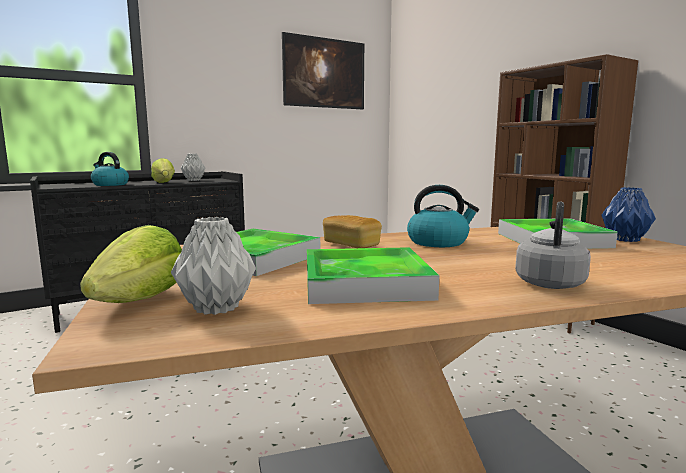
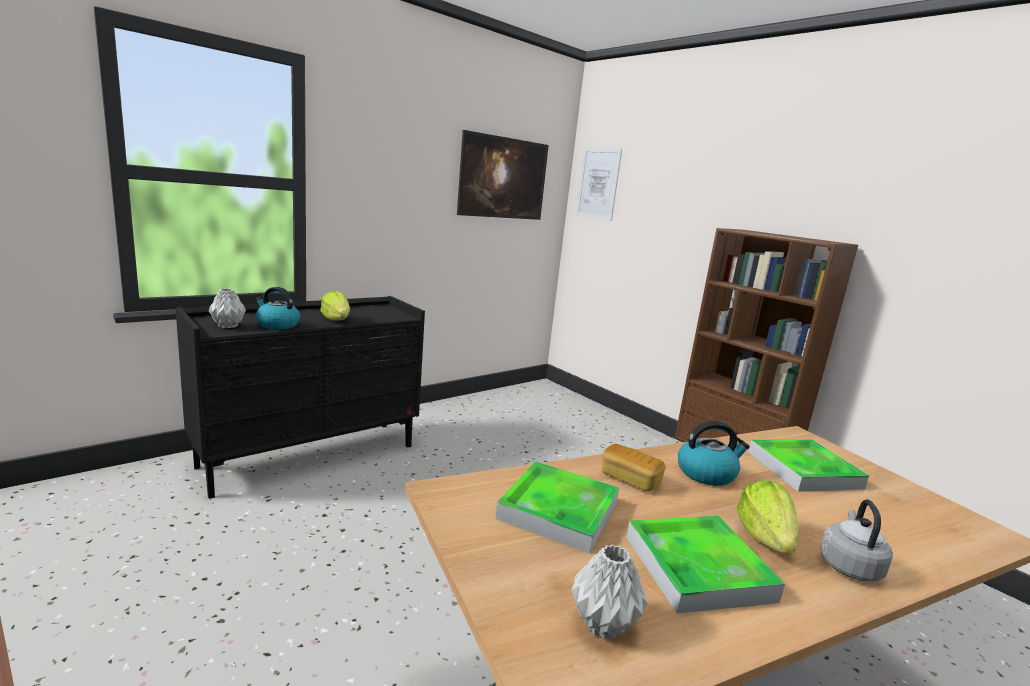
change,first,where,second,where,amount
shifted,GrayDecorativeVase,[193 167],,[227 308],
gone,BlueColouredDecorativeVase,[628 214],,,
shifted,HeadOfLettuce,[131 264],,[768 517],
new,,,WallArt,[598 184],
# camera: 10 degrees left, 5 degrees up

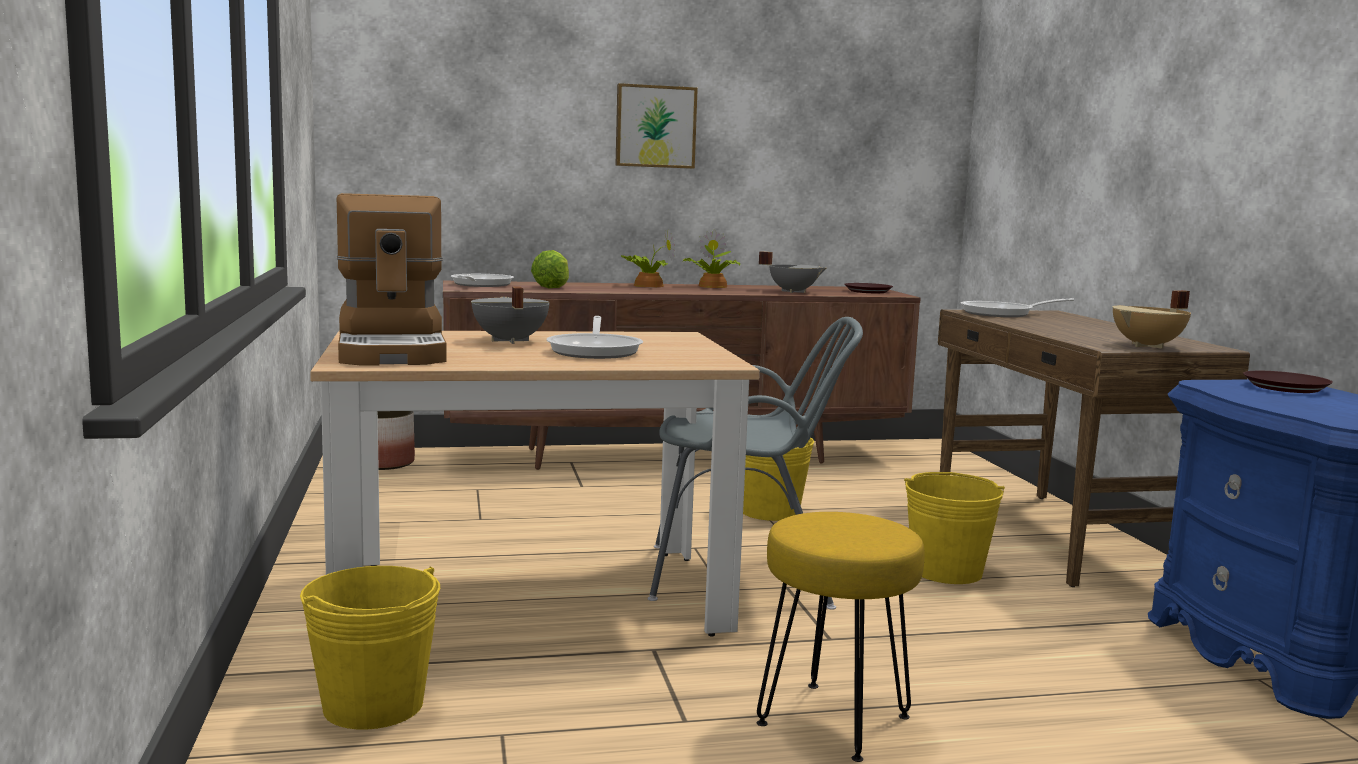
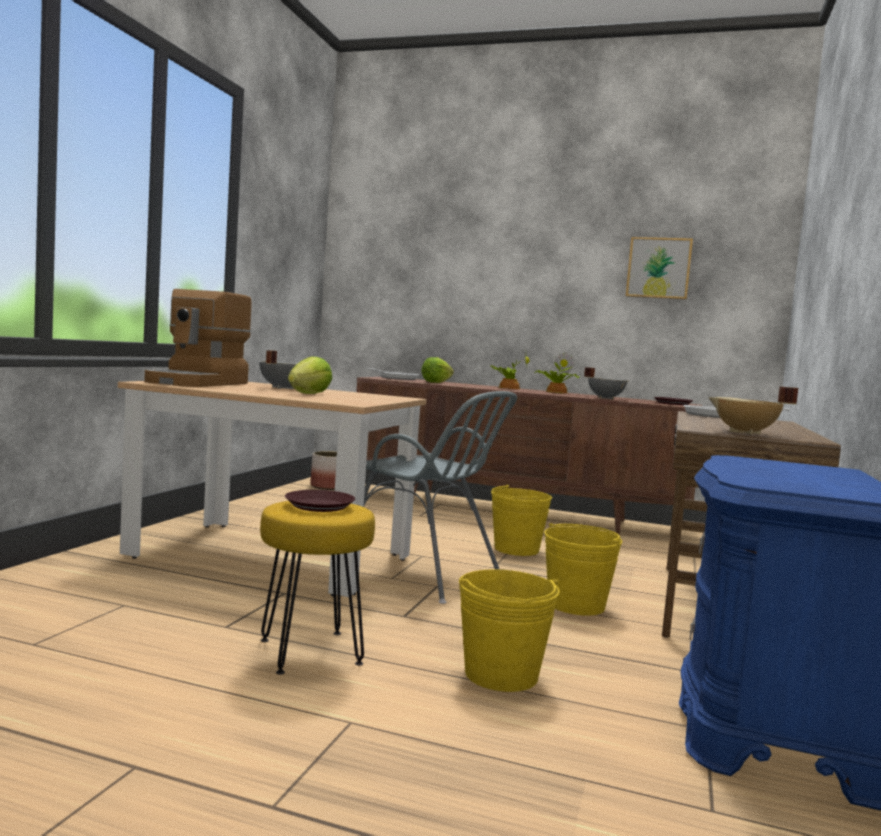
change,first,where,second,where,amount
shifted,WallArt,[656 126],,[659 268],
swapped,Pan,[594 337],HeadOfLettuce,[310 375],
shifted,BrownColouredDinnerPlate,[1288 382],,[320 501],
shifted,YellowBucket,[370 648],,[509 630],
# camera: 30 degrees right, 5 degrees down

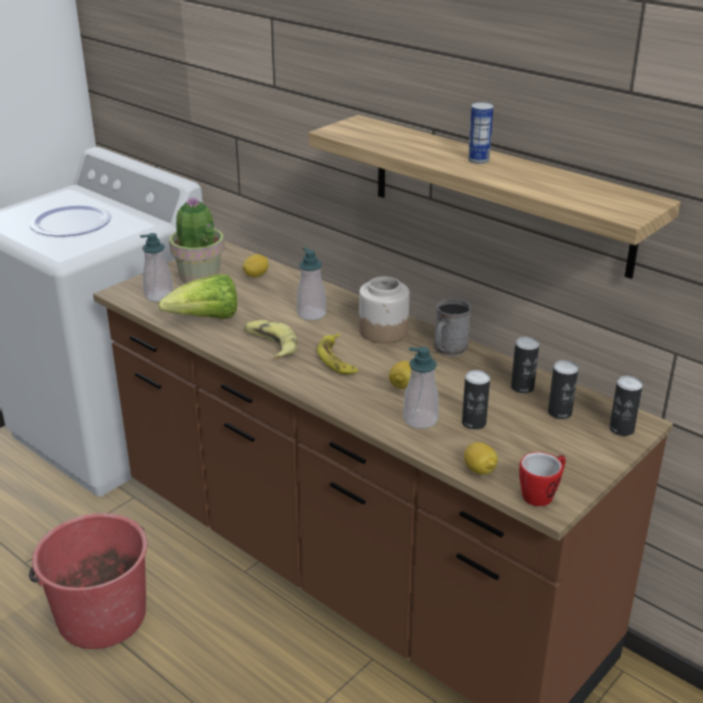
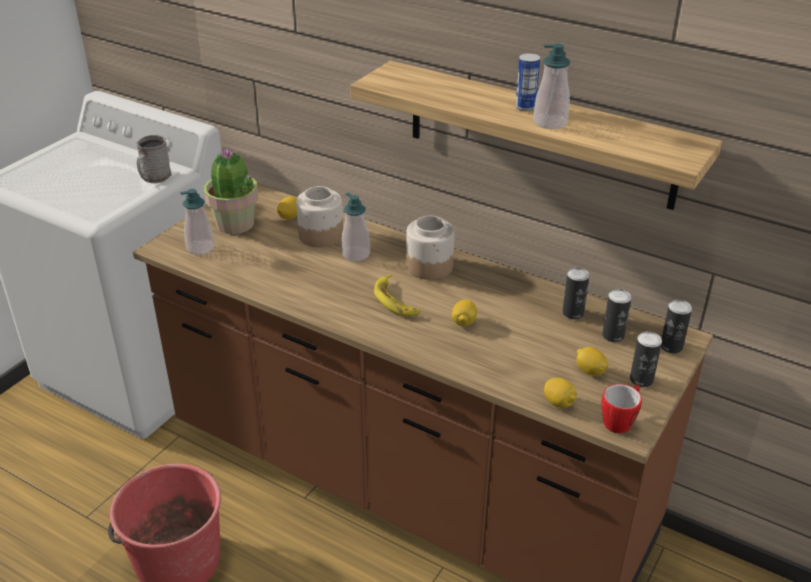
change,first,where,second,where,amount
gone,DinnerPlate,[70 220],,,
gone,HeadOfLettuce,[197 296],,,
shifted,GrayTeaMug,[452 327],,[154 159],
gone,Banana,[270 339],,,
shifted,SoapBottle,[421 388],,[551 86],
shifted,SealedCan,[476 400],,[646 359],
new,,,StorageJar,[319 216],
new,,,WholeLemon,[592 361],
# camera: 10 degrees left, 5 degrees up

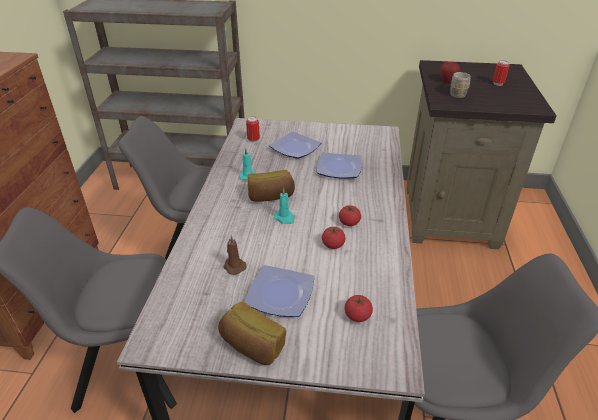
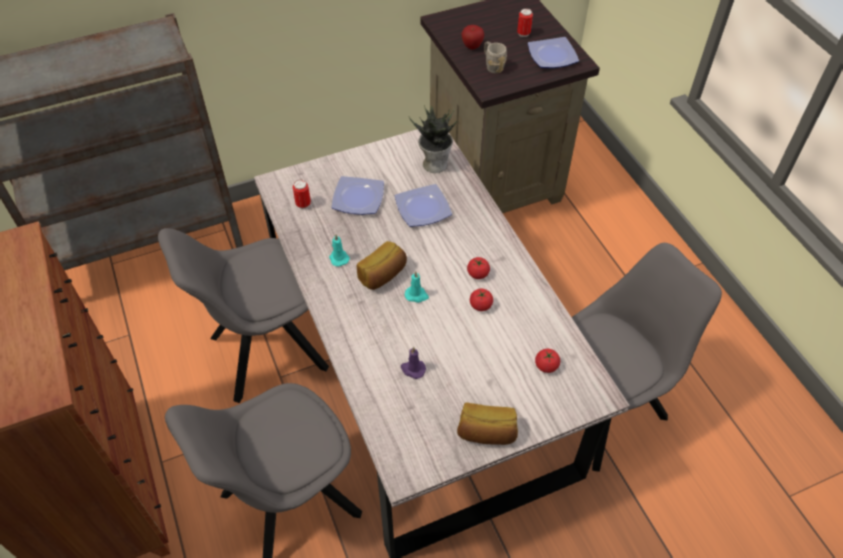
change,first,where,second,where,amount
repainted,BrownColouredWaxCandle,[235 255],PurpleColouredWaxCandle,[413 363],
shifted,DinnerPlate,[280 291],,[553 52],
new,,,PlantInAPot,[433 139],
# camera: 30 degrees left, 15 degrees up

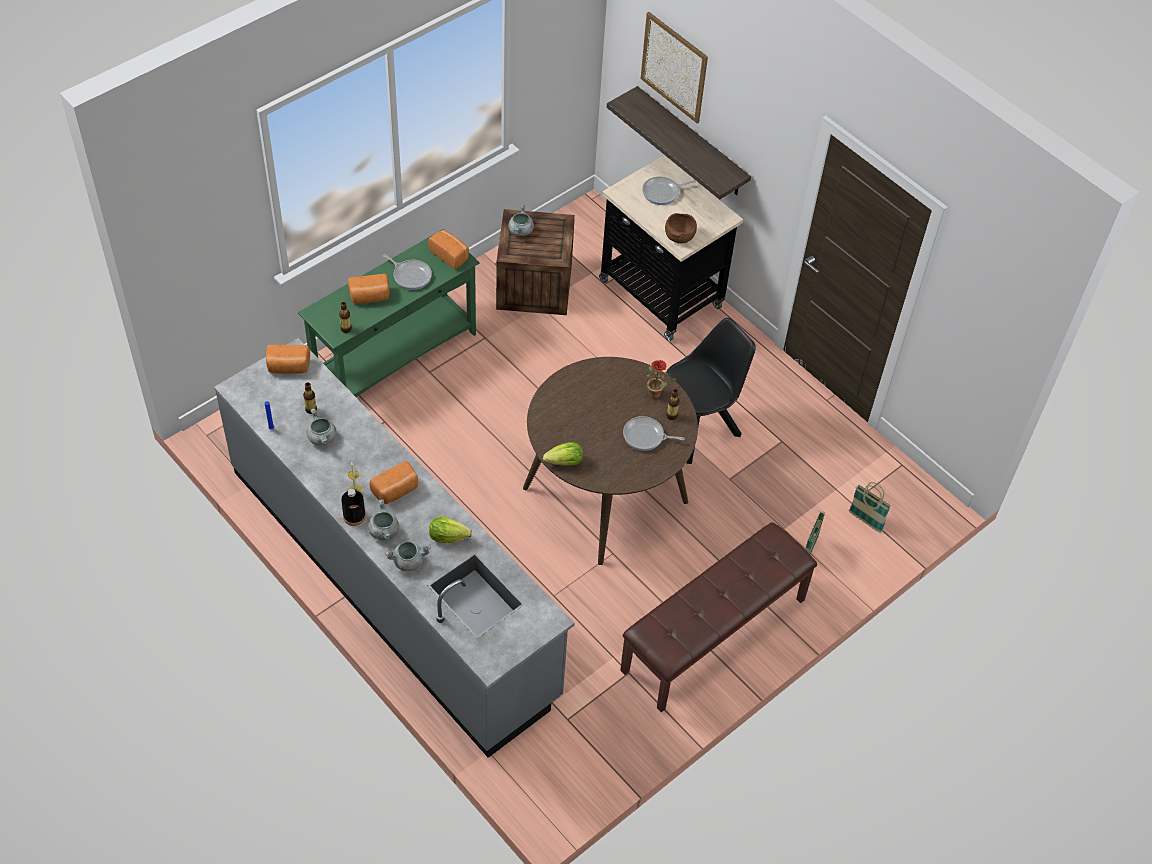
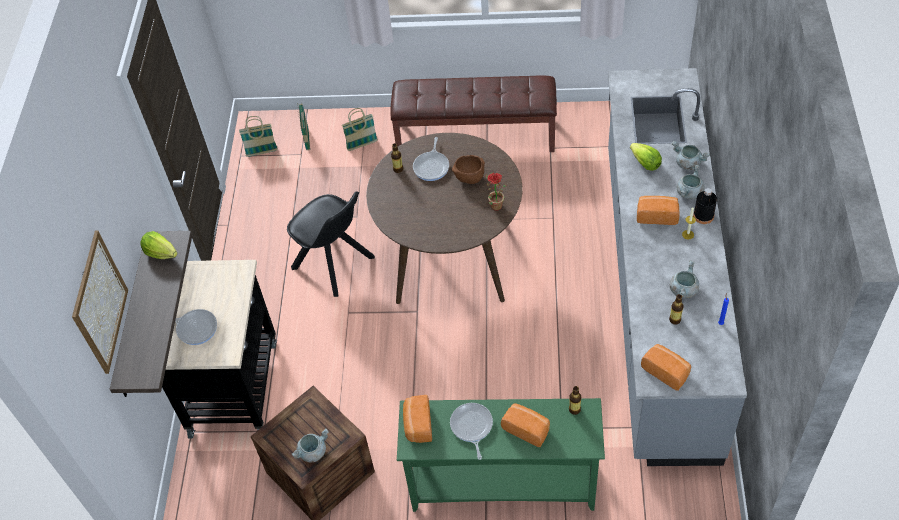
change,first,where,second,where,amount
shifted,BrownColouredBowl,[681 228],,[468 169],
rotated,BlackChair,[711 391],,[331 244],150 degrees counterclockwise
shifted,PlantInAPot,[661 379],,[496 192],
rotated,Pan,[654 433],,[431 159],45 degrees clockwise
shifted,HeadOfLettuce,[563 454],,[158 245],
new,,,HouseholdBasket,[258 136],
# camera: 130 degrees left, 0 degrees up

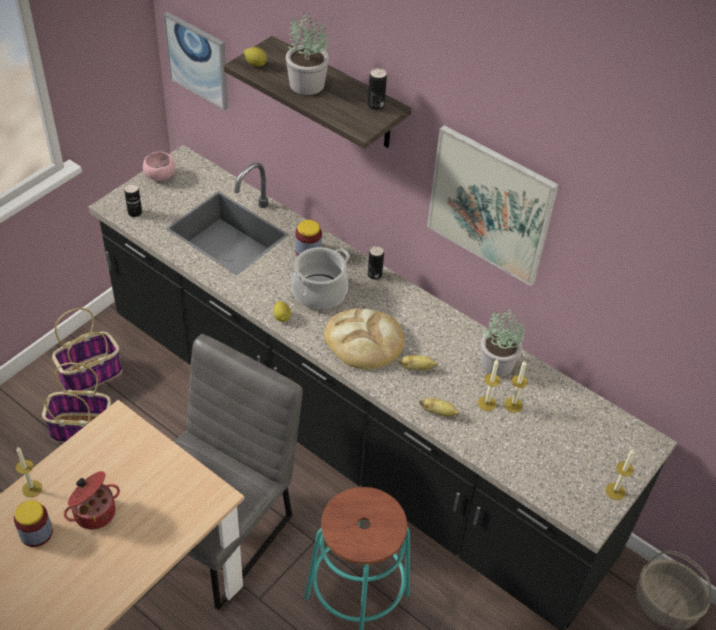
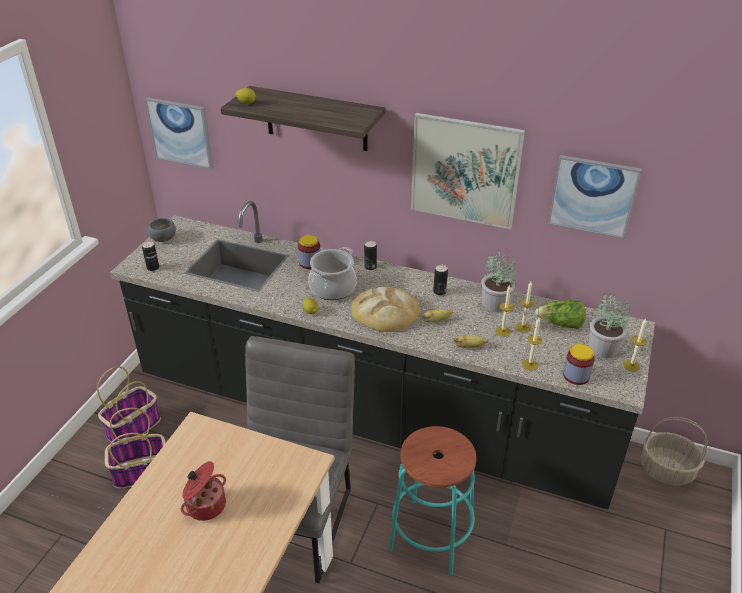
change,first,where,second,where,amount
shifted,PlantInAPot,[307 54],,[610 326],
shifted,SealedCan,[377 89],,[440 280],
repainted,PinkishBowl,[159 166],GrayBowl,[162 230],
shifted,WaxCandle,[29 471],,[532 344],
shifted,StorageJar,[33 523],,[579 364],
new,,,WallArt,[595 197],
new,,,HeadOfLettuce,[560 314],
# camera: 15 degrees left, 10 degrees down

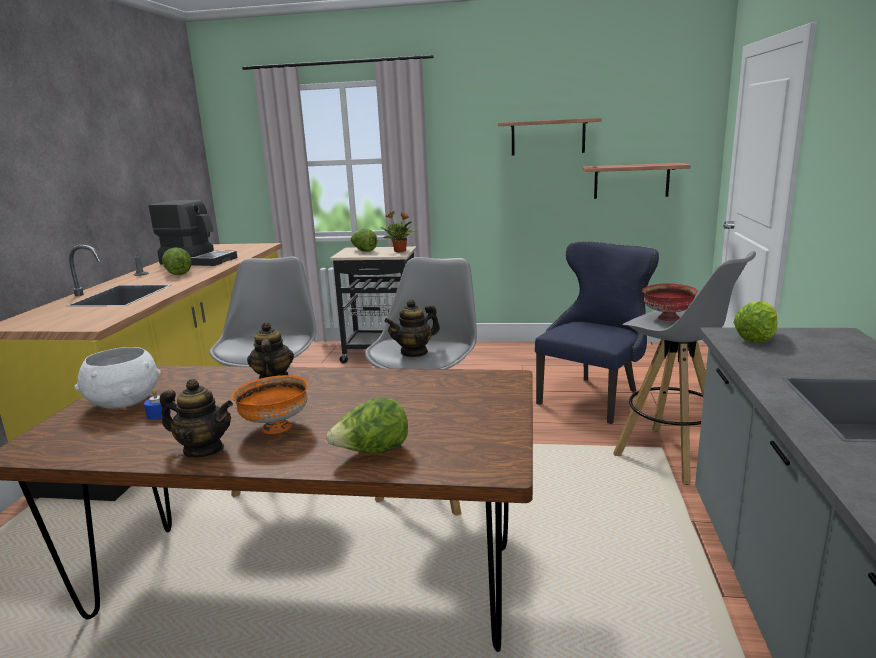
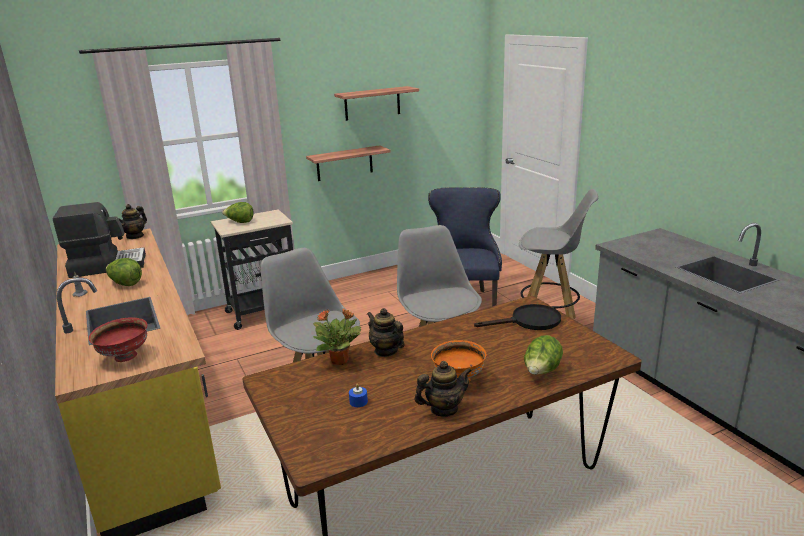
change,first,where,second,where,amount
shifted,WallShelf,[637 181],,[348 163],
shifted,PlantInAPot,[399 231],,[337 337],
shifted,ReddishBowl,[670 302],,[118 340],
shifted,PotForTea,[412 328],,[132 221],
gone,HeadOfLettuce,[755 322],,,
gone,WhitishBowl,[117 378],,,
new,,,BlackPan,[517 317],
# camera: 35 degrees left, 5 degrees up

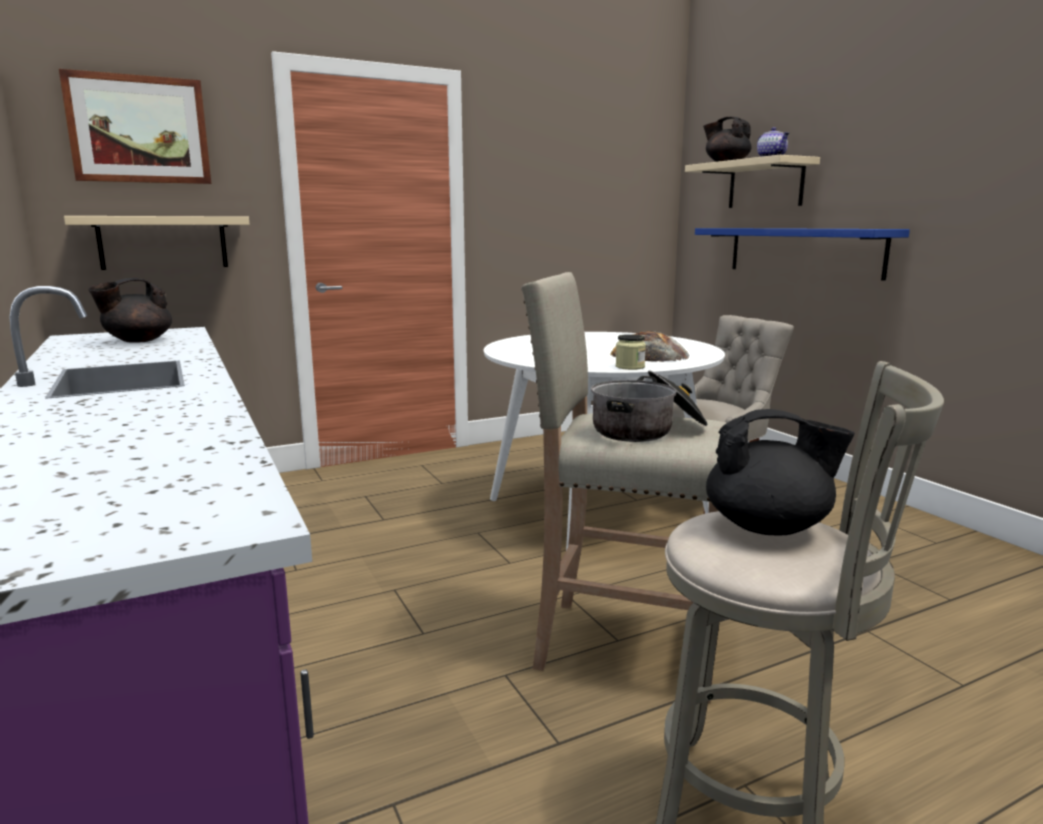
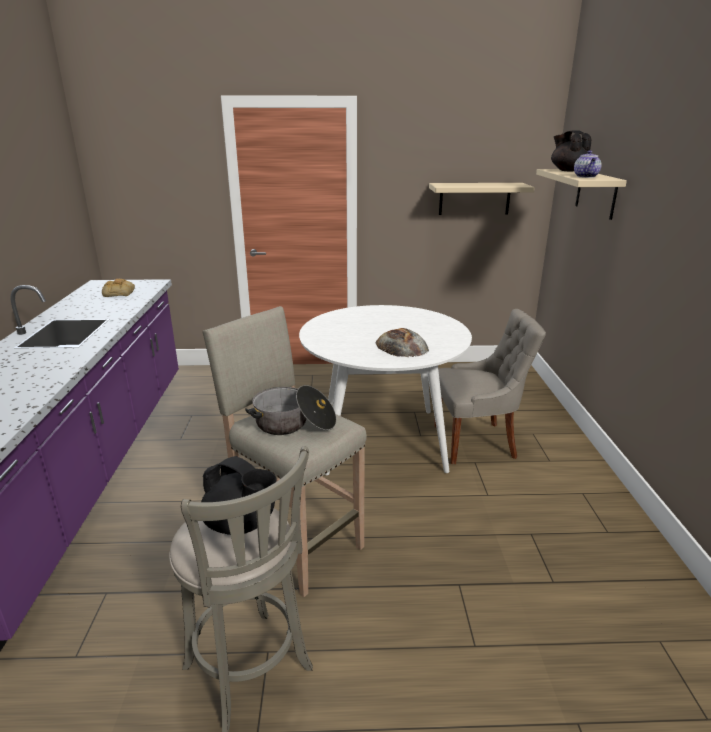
change,first,where,second,where,amount
gone,WallArt,[135 126],,,
shifted,BeigeColouredWallShelf,[157 243],,[482 199],
gone,BlueColouredWallShelf,[802 254],,,
swapped,BlackPotForTea,[130 310],Bread,[118 287],
gone,StorageJar,[631 352],,,
# camera: 25 degrees right, 10 degrees up

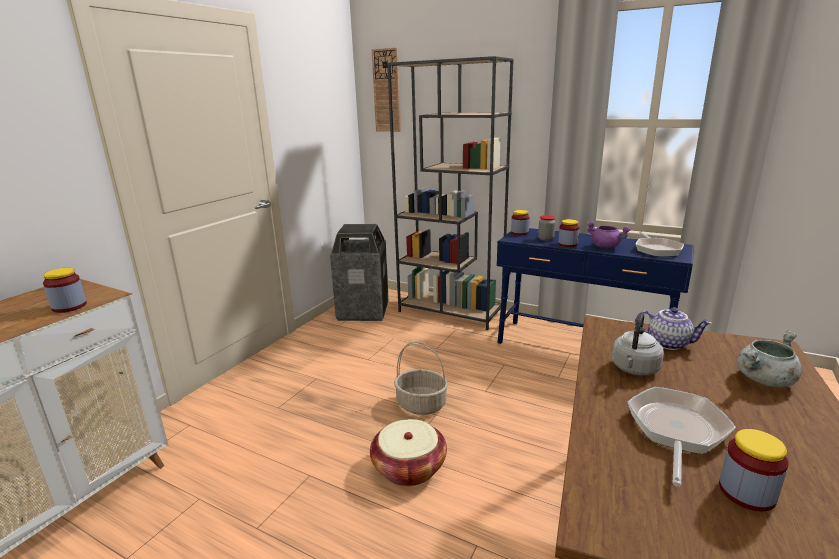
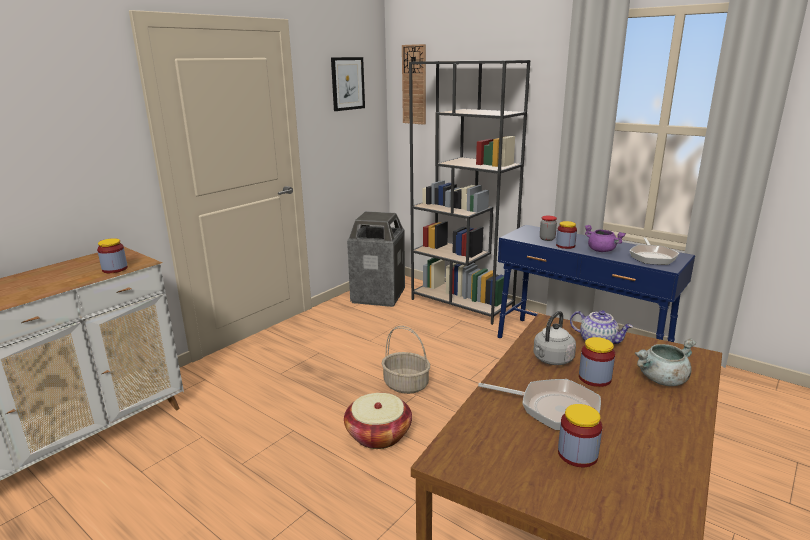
change,first,where,second,where,amount
shifted,StorageJar,[520 223],,[597 362],
rotated,Pan,[682 437],,[539 404],75 degrees clockwise
new,,,WallArt,[348 84],
# camera: 10 degrees right, 0 degrees up

